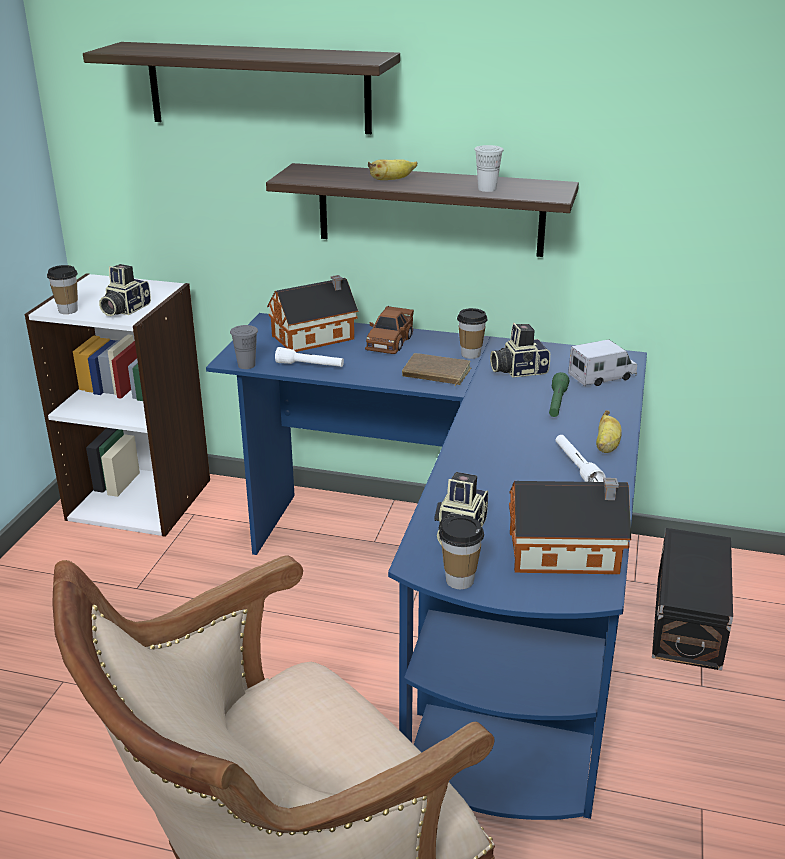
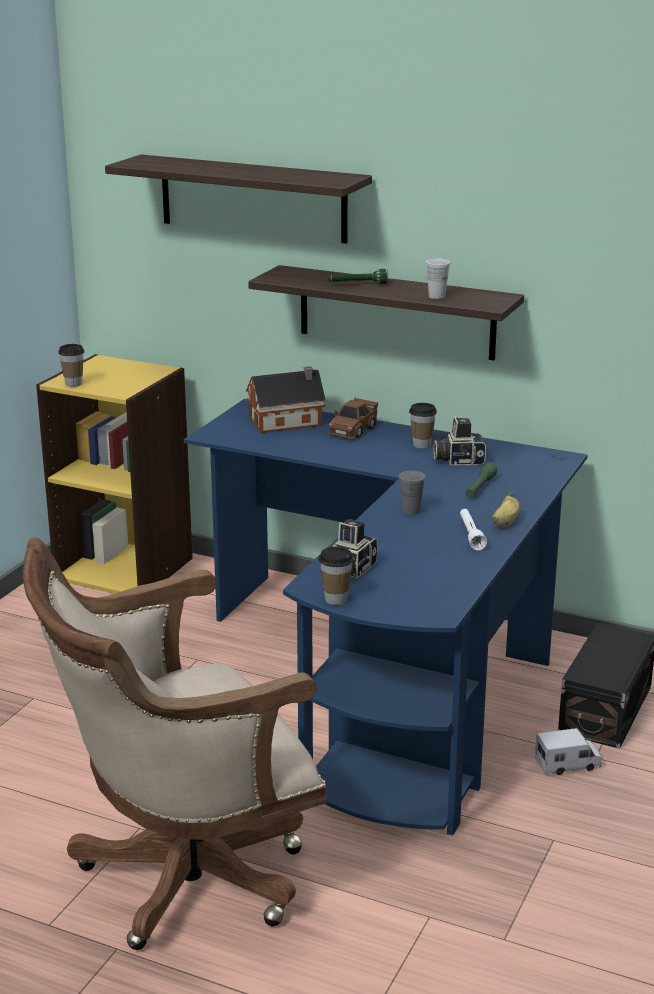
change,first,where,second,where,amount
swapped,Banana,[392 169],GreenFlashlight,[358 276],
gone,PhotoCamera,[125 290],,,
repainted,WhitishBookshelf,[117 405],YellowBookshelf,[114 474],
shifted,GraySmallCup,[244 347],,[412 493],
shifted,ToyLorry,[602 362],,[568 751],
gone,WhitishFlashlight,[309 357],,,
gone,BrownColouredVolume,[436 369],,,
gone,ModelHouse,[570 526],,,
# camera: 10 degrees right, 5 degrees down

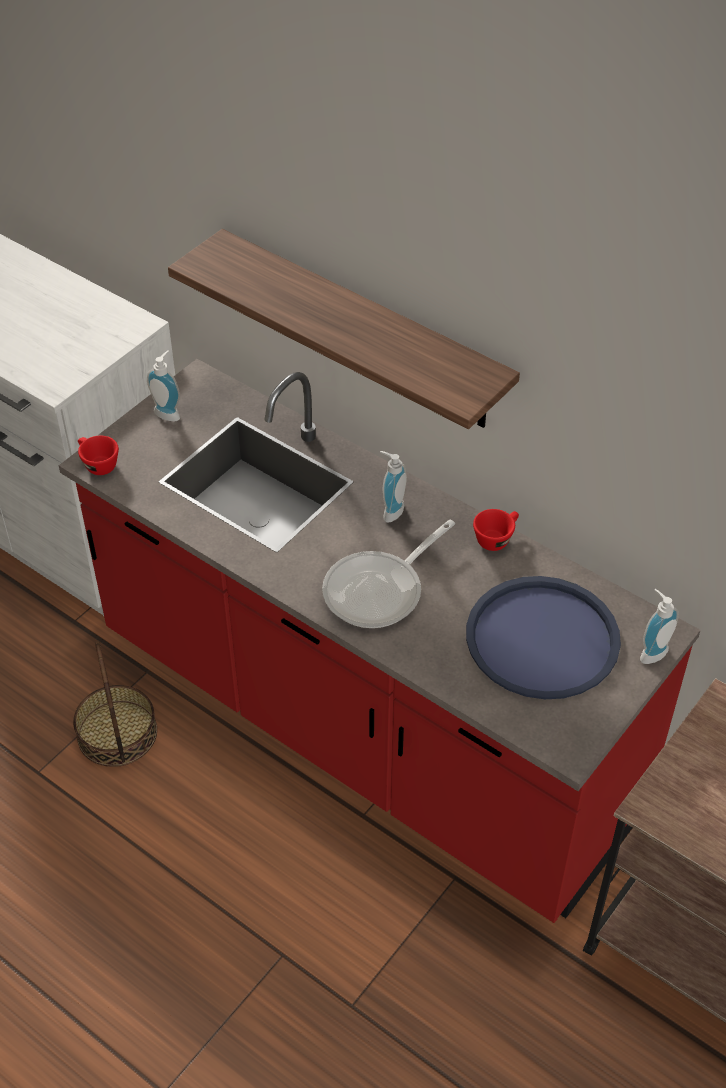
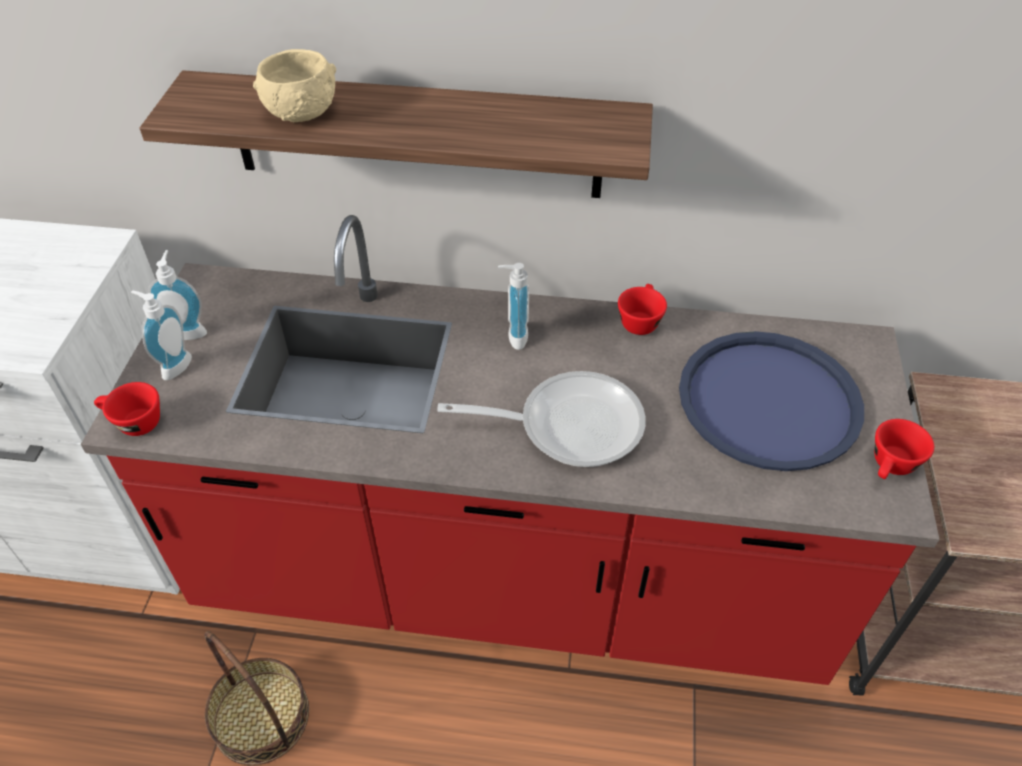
change,first,where,second,where,amount
rotated,Pan,[388 573],,[541 419],105 degrees counterclockwise
shifted,SoapBottle,[659 626],,[161 335],
new,,,BeigeColouredBowl,[294 85],
new,,,ReddishSmallCup,[904 449],
# camera: 30 degrees left, 0 degrees up

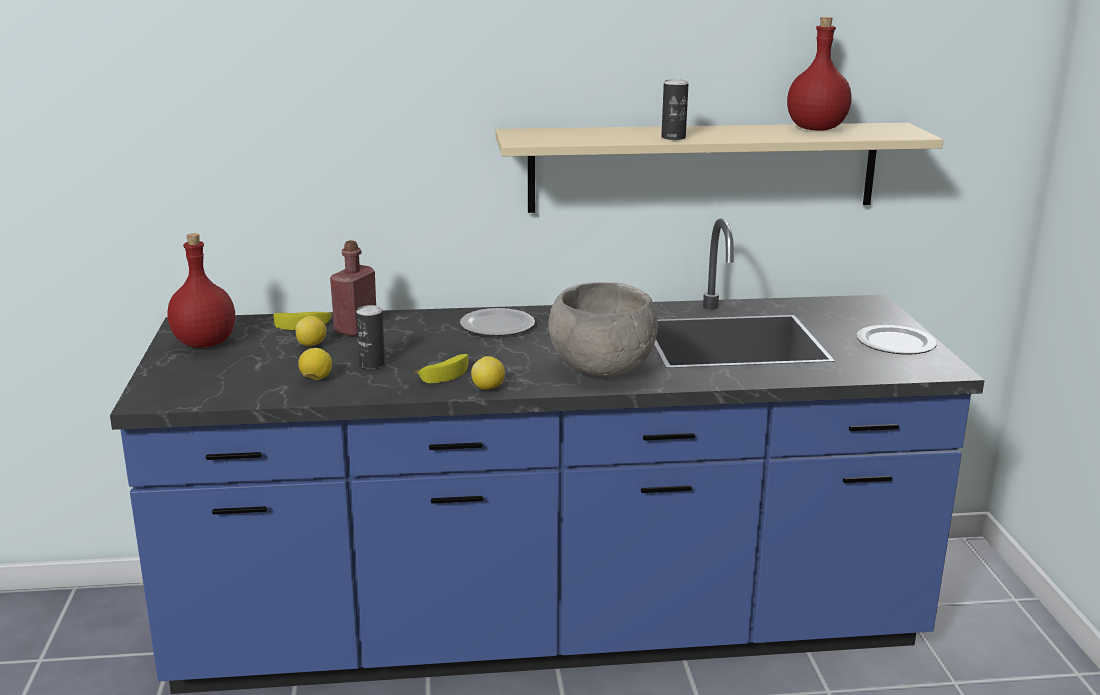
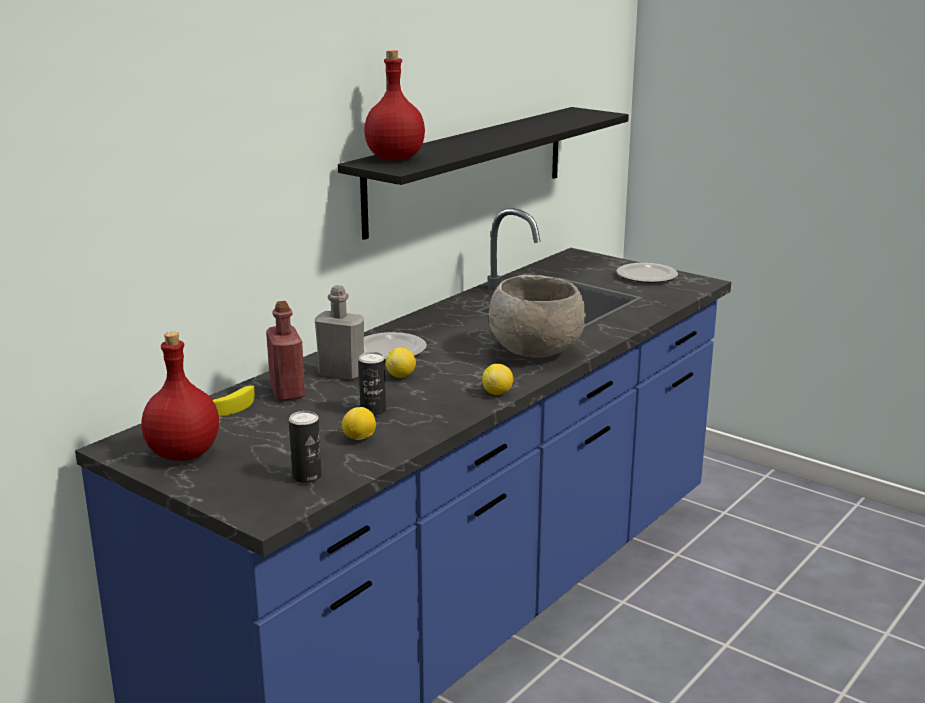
change,first,where,second,where,amount
shifted,ReddishBottle,[819 74],,[394 105],
shifted,SealedCan,[675 109],,[305 447],
repainted,BeigeColouredWallShelf,[719 168],BlackWallShelf,[483 173],
shifted,WholeLemon,[311 331],,[401 362],
gone,Banana,[441 368],,,
new,,,GrayBottle,[339 332],
# camera: 45 degrees left, 0 degrees up

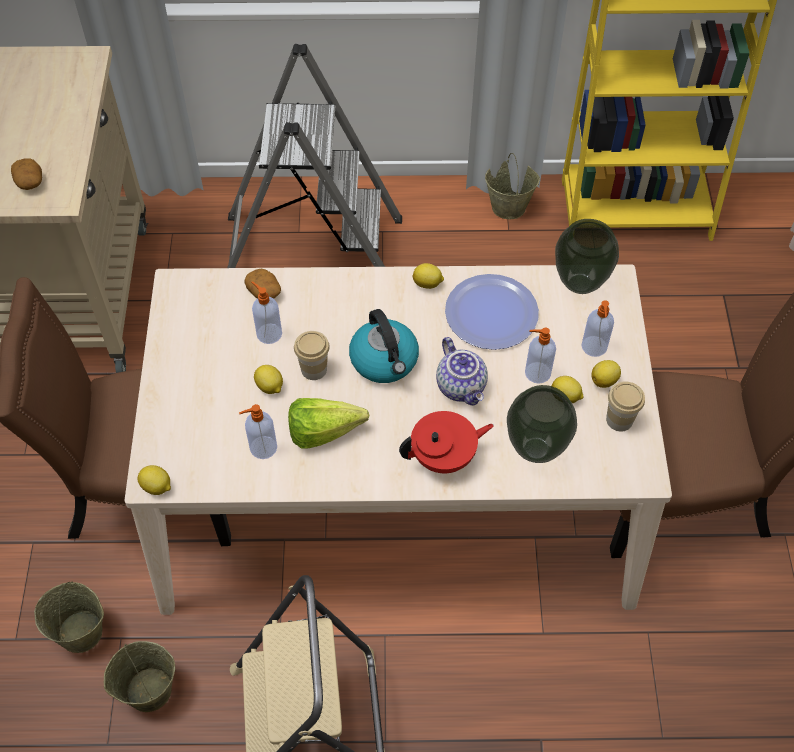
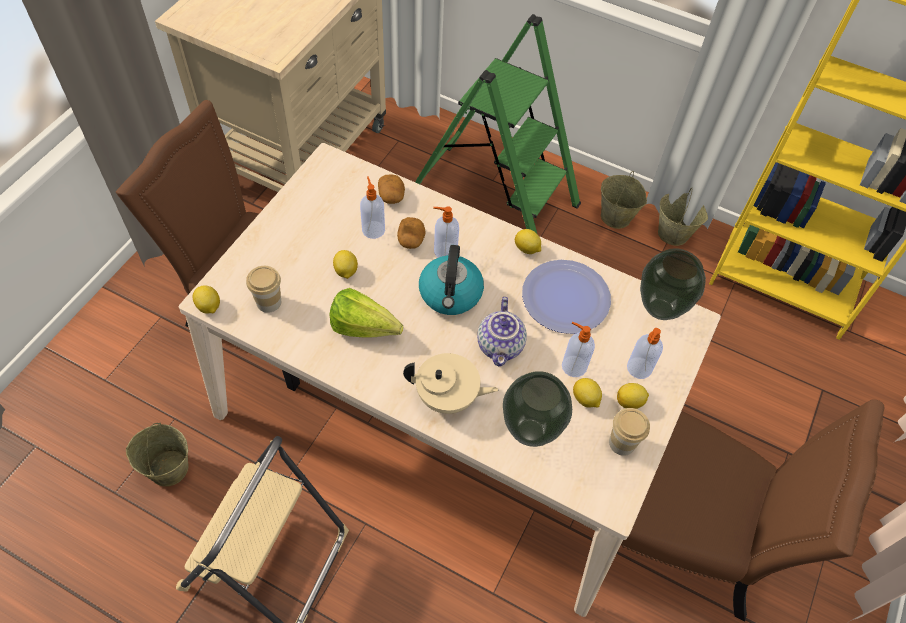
change,first,where,second,where,amount
repainted,GrayStepLadder,[314 156],GreenStepLadder,[498 123],
shifted,Spud,[26 174],,[411 233],
shifted,SmallCup,[312 355],,[263 289],
shifted,SoapBottle,[258 431],,[446 232],
repainted,ReddishPotForTea,[446 442],BeigeColouredPotForTea,[450 383],
shifted,BeigeColouredBucket,[69 617],,[624 200],
# camera: 25 degrees right, 0 degrees up

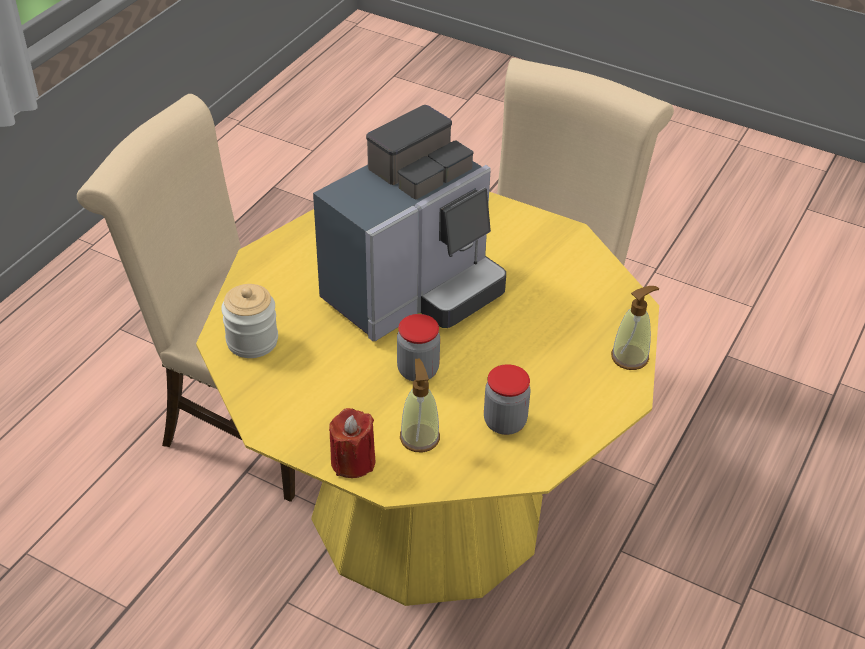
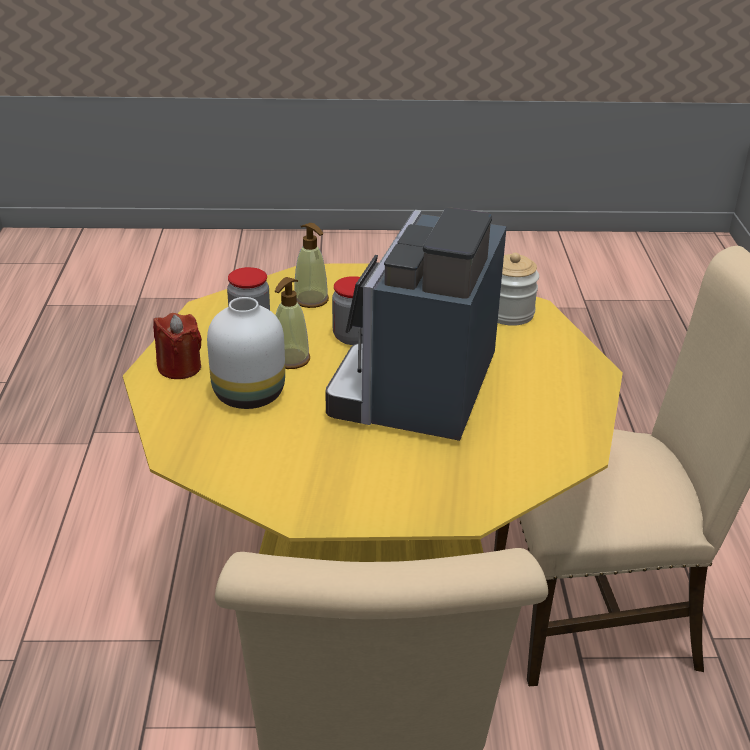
change,first,where,second,where,amount
shifted,SoapBottle,[635 328],,[292 323],
shifted,ReddishWaxCandle,[352 443],,[177 346],
new,,,WhitishDecorativeVase,[246 353],
# camera: 150 degrees right, 10 degrees down

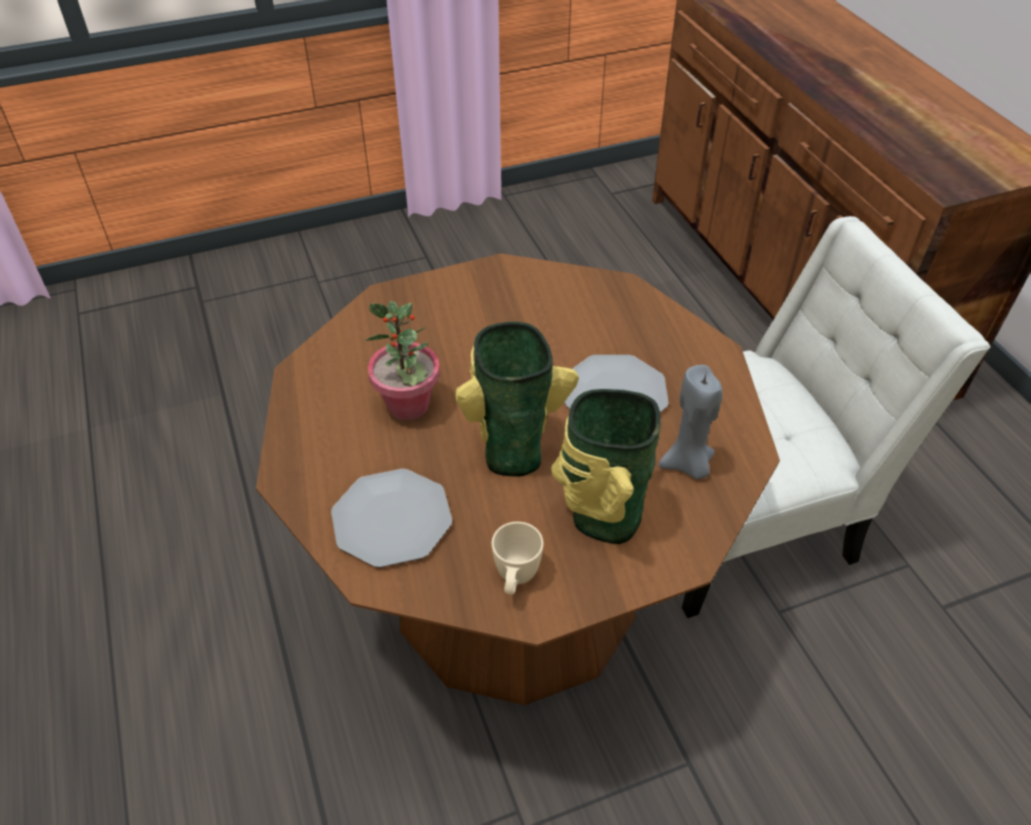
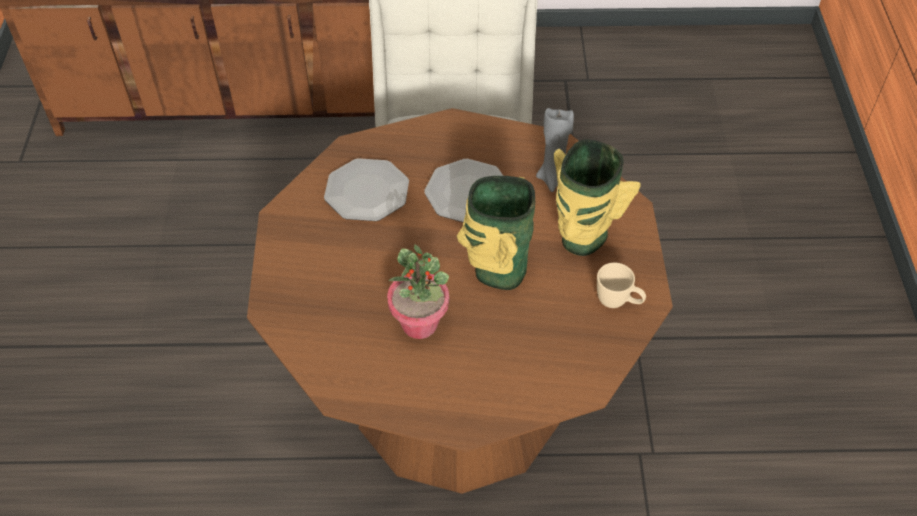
change,first,where,second,where,amount
shifted,DinnerPlate,[391 518],,[366 189],
# camera: 70 degrees left, 5 degrees up

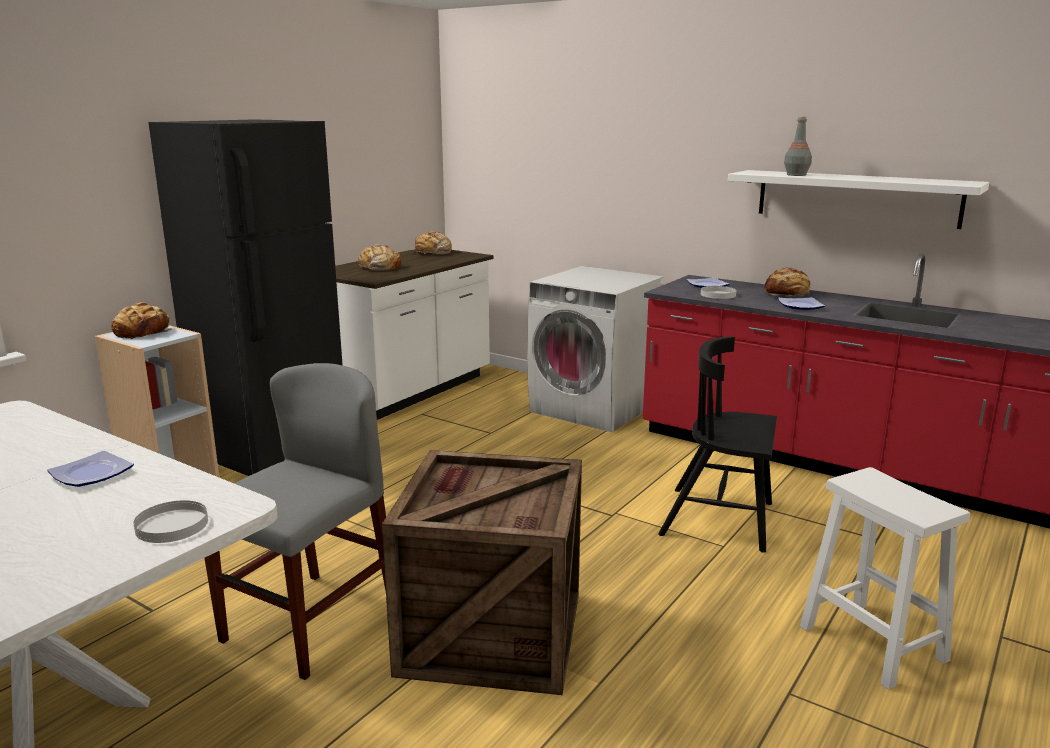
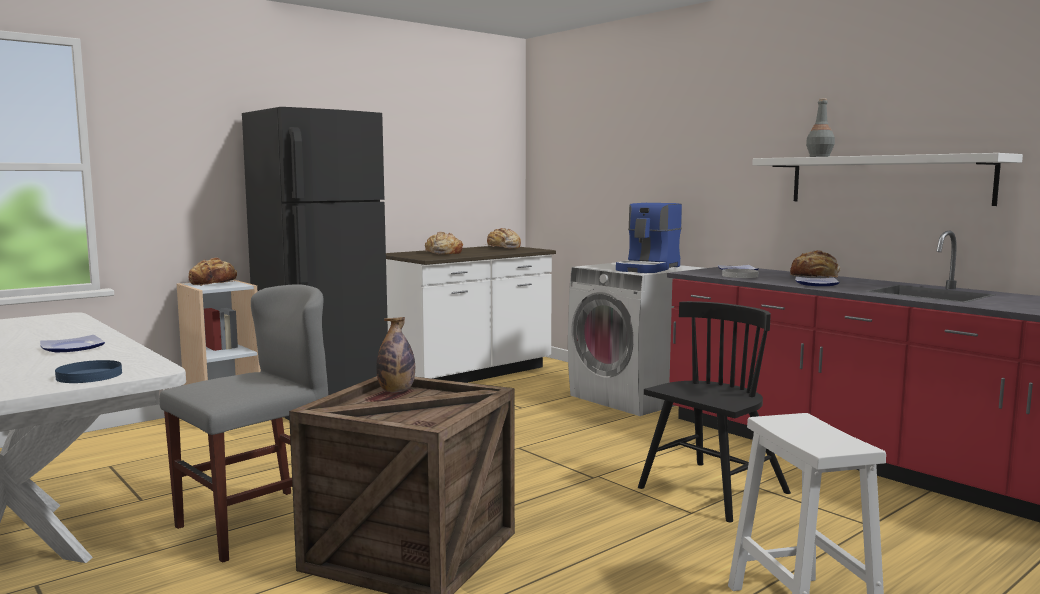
change,first,where,second,where,amount
rotated,BlackChair,[717 444],,[714 411],105 degrees clockwise
repainted,WhitishDinnerPlate,[171 521],BlueColouredDinnerPlate,[88 371],
new,,,CoffeeBrewer,[649 238],
new,,,Bottle,[395 354],
# camera: 15 degrees right, 10 degrees down

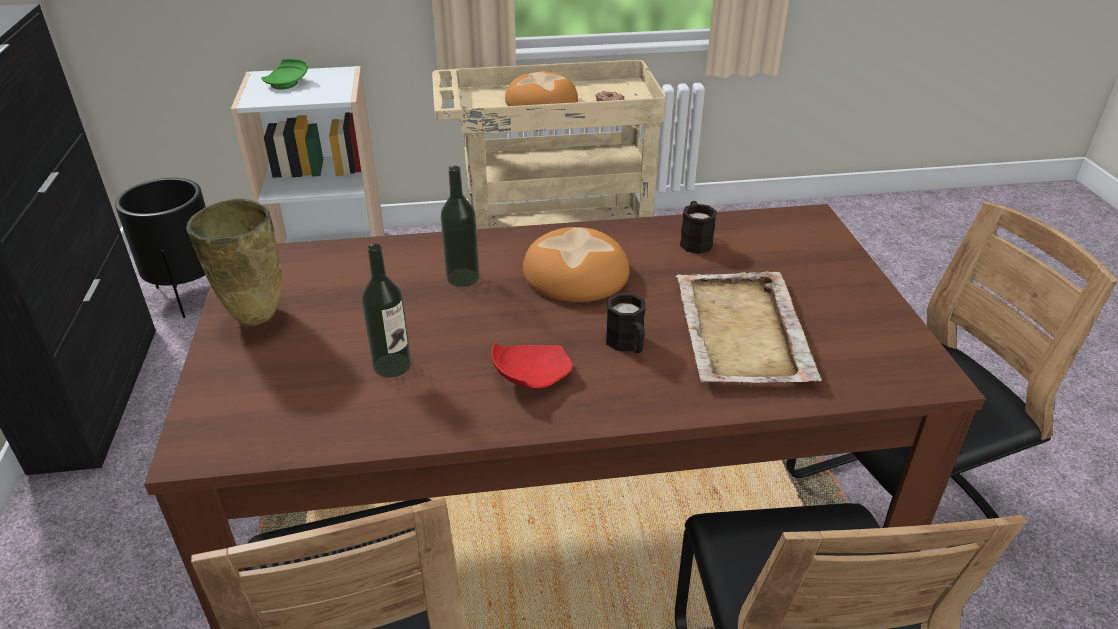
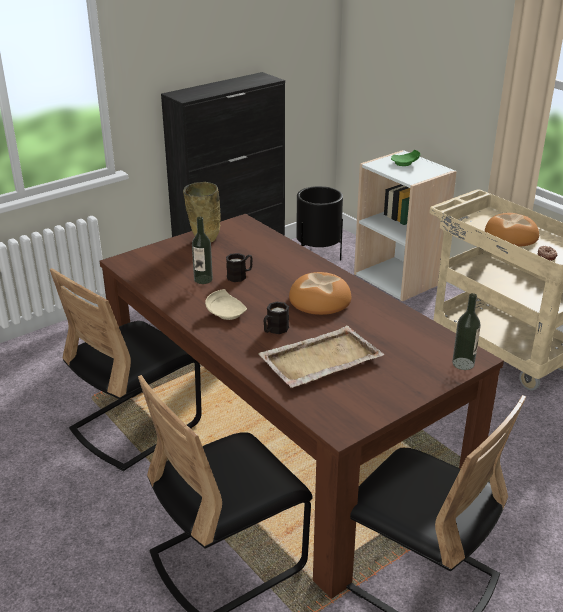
change,first,where,second,where,amount
shifted,Bottle,[460 226],,[466 331],
shifted,BlackTeaMug,[698 227],,[239 267],
repainted,ReddishDinnerPlate,[532 366],BeigeColouredDinnerPlate,[226 304],
# camera: 60 degrees right, 5 degrees down

